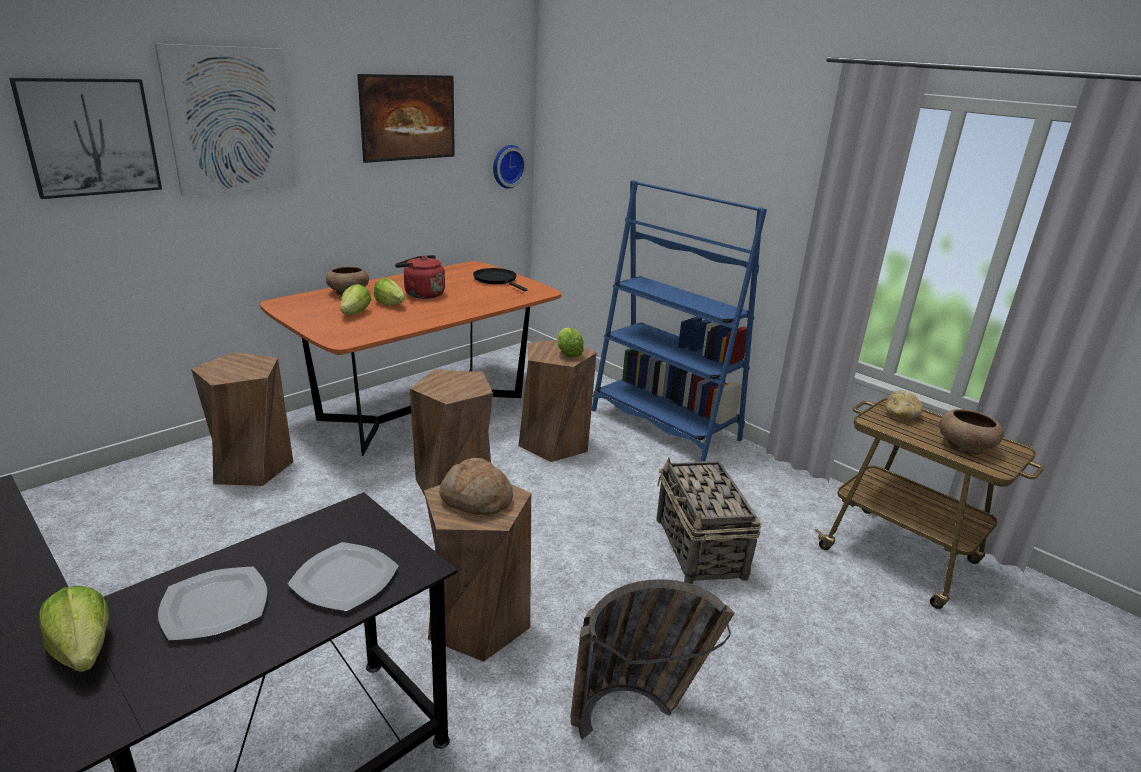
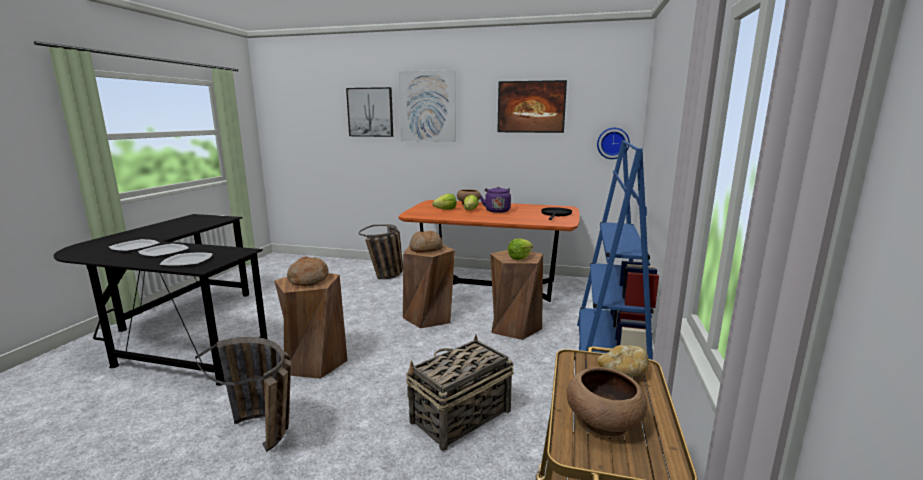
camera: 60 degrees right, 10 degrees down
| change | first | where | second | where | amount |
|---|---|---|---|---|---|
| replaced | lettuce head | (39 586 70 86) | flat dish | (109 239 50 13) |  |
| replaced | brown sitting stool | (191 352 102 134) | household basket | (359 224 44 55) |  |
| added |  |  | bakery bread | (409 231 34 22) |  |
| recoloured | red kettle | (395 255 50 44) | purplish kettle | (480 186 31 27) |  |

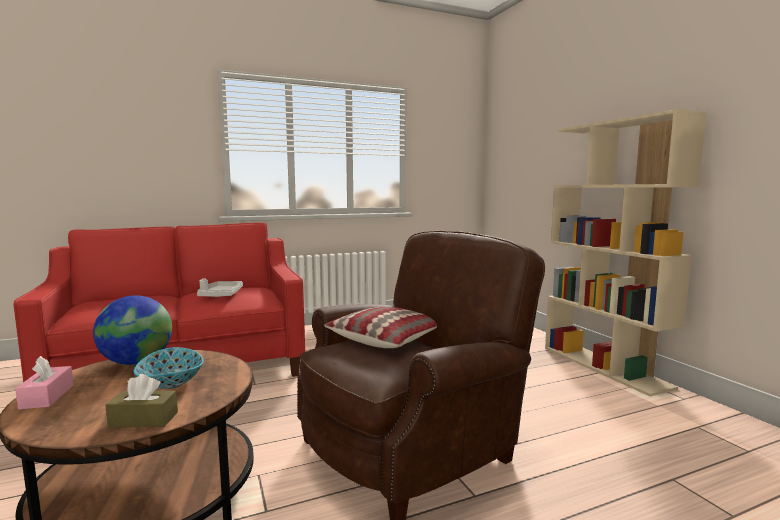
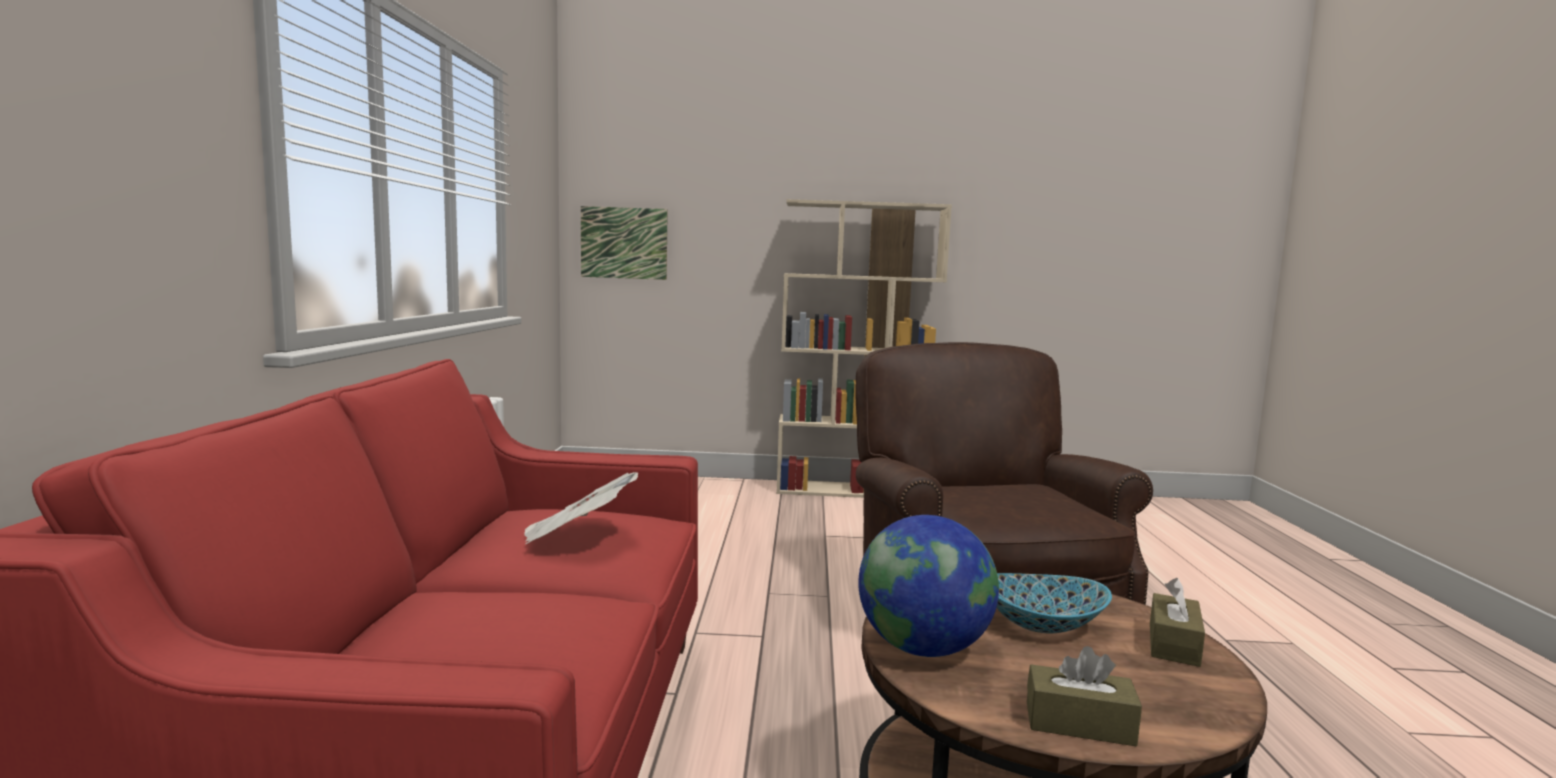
camera: 65 degrees left, 0 degrees up
| change | first | where | second | where | amount |
|---|---|---|---|---|---|
| replaced | gray carrying tray | (197 279 46 18) | printed paper | (525 472 113 72) |  |
| added |  |  | wall art | (581 206 87 74) |  |
| recoloured | pink tissue box | (15 356 59 54) | brown tissue box | (1027 646 115 100) |  |
| removed | cushion | (324 306 113 42) |  |  |  |

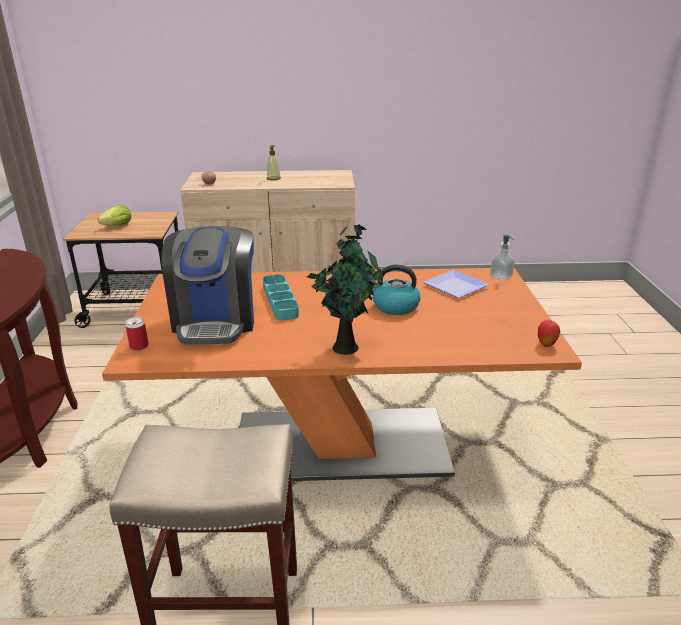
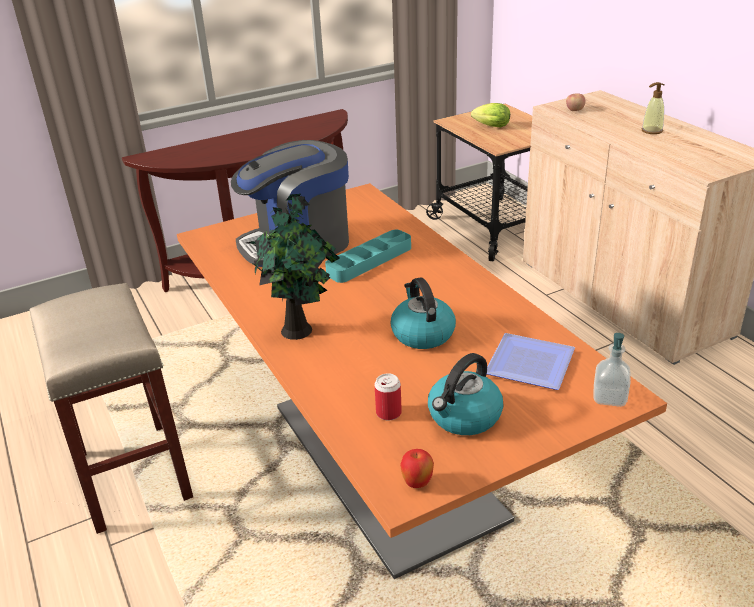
camera: 65 degrees right, 5 degrees up
| change | first | where | second | where | amount |
|---|---|---|---|---|---|
| moved | sealed can | (125 317 24 34) |  | (374 373 28 48) |  |
| added |  |  | kettle | (428 353 75 82) |  |

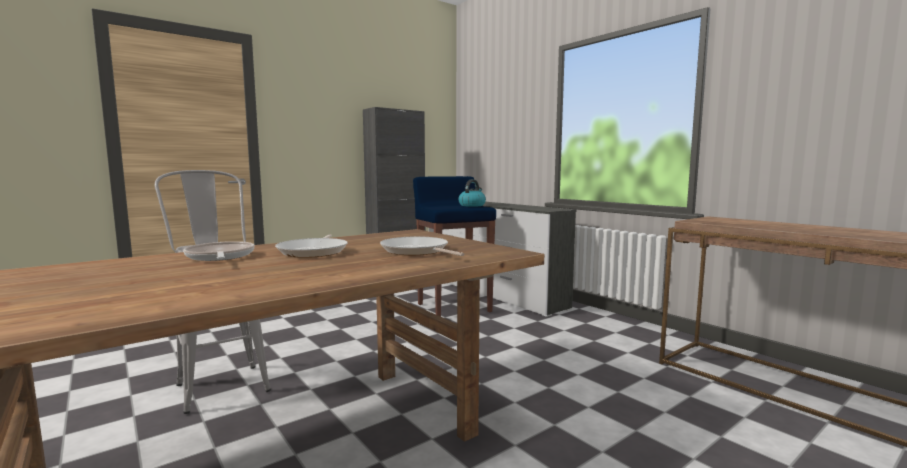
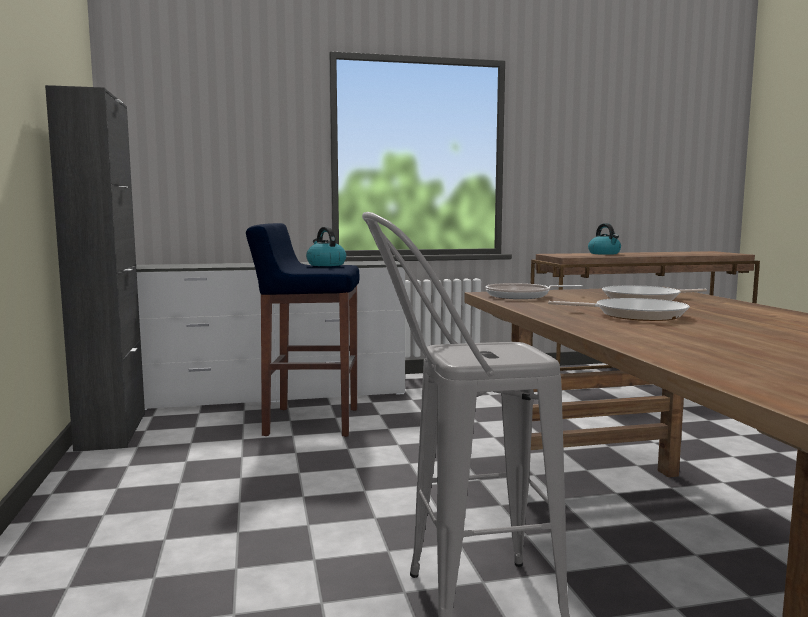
camera: 65 degrees left, 0 degrees up
| change | first | where | second | where | amount |
|---|---|---|---|---|---|
| moved | skillet | (183 241 72 20) |  | (485 283 98 16) |  |
| added |  |  | kettle | (588 223 33 32) |  |

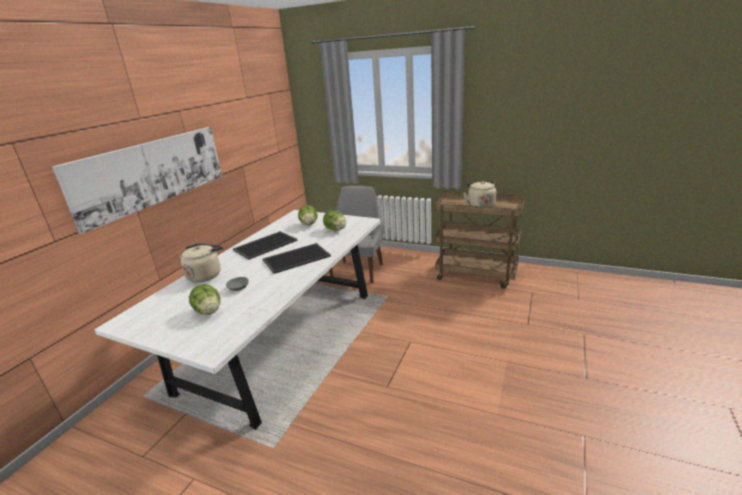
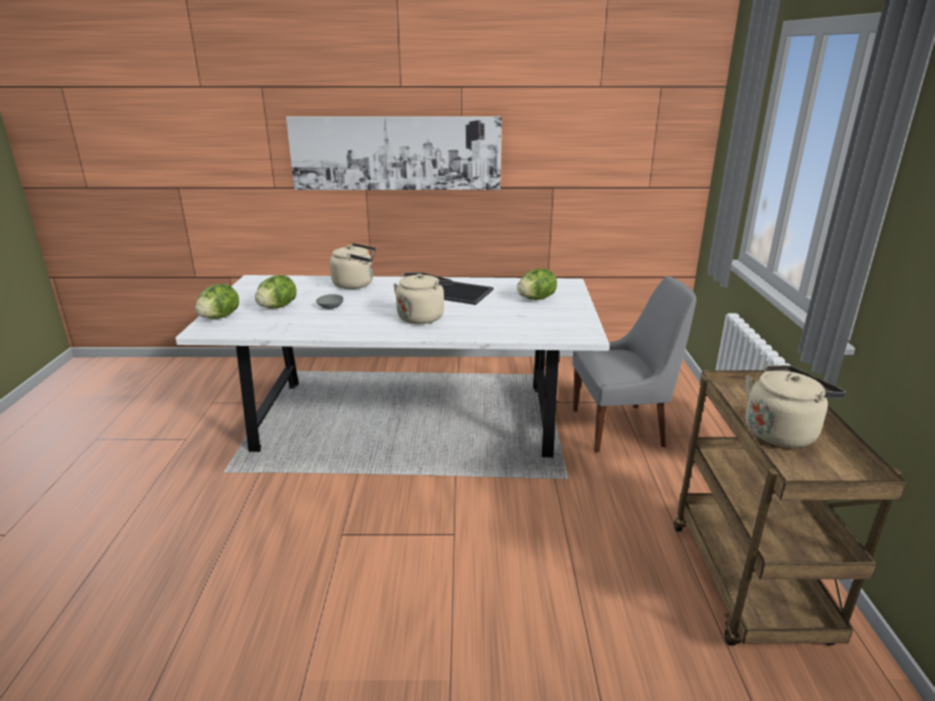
camera: 65 degrees right, 0 degrees up
| change | first | where | second | where | amount |
|---|---|---|---|---|---|
| moved | lettuce head | (323 210 23 21) |  | (195 284 44 35) |  |
| replaced | carrying tray | (263 243 68 31) | beige kettle | (393 272 60 52) |  |

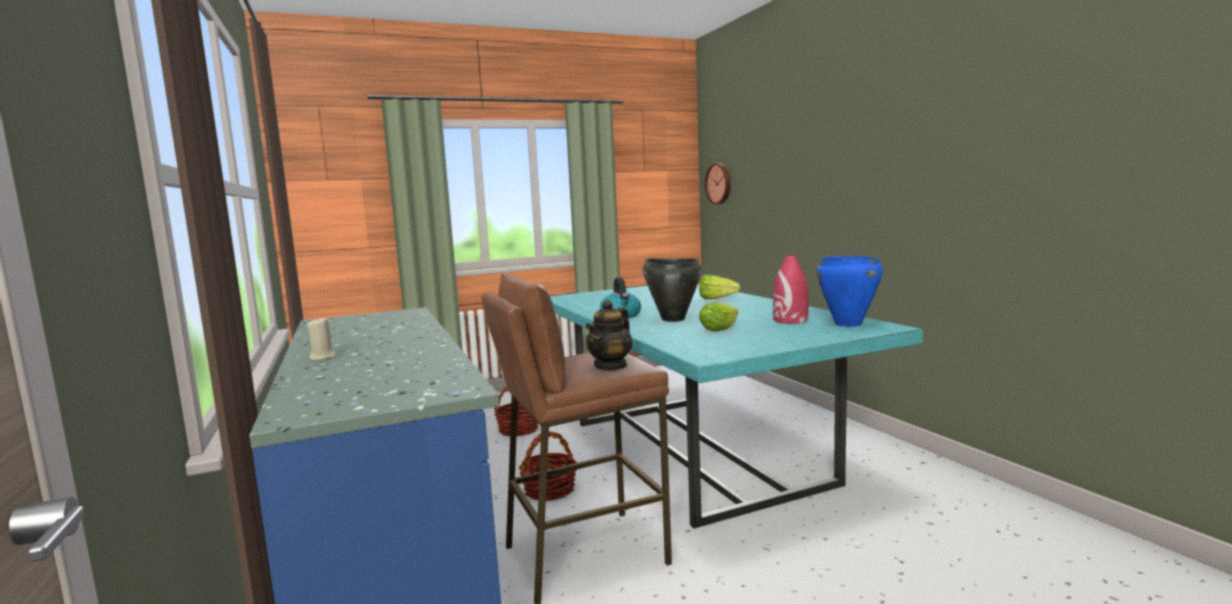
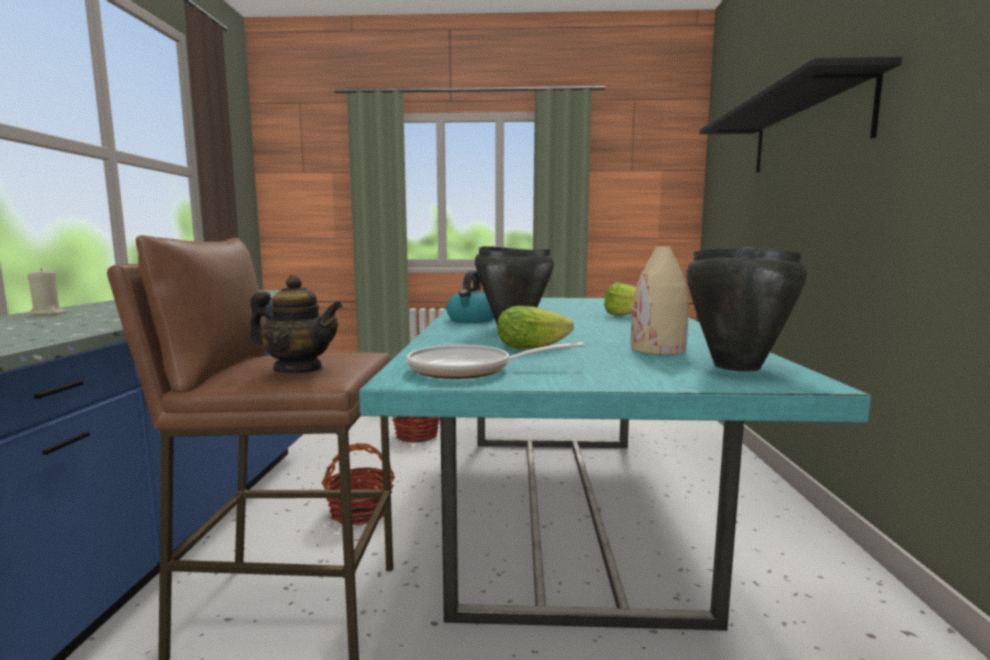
camera: 25 degrees right, 0 degrees up
| change | first | where | second | where | amount |
|---|---|---|---|---|---|
| turned | pot for tea | (585 300 48 70) |  | (250 275 93 98) | 135 degrees counterclockwise |
| added |  |  | skillet | (407 342 177 37) |  |
| recoloured | red flower vase | (773 255 36 69) | beige flower vase | (631 246 57 109) |  |
| recoloured | bluish saucepot | (816 256 67 71) | black-coloured saucepot | (686 247 121 125) |  |
| added |  |  | black-coloured shelf | (699 57 203 116) |  |
| removed | wall clock | (705 163 26 41) |  |  |  |

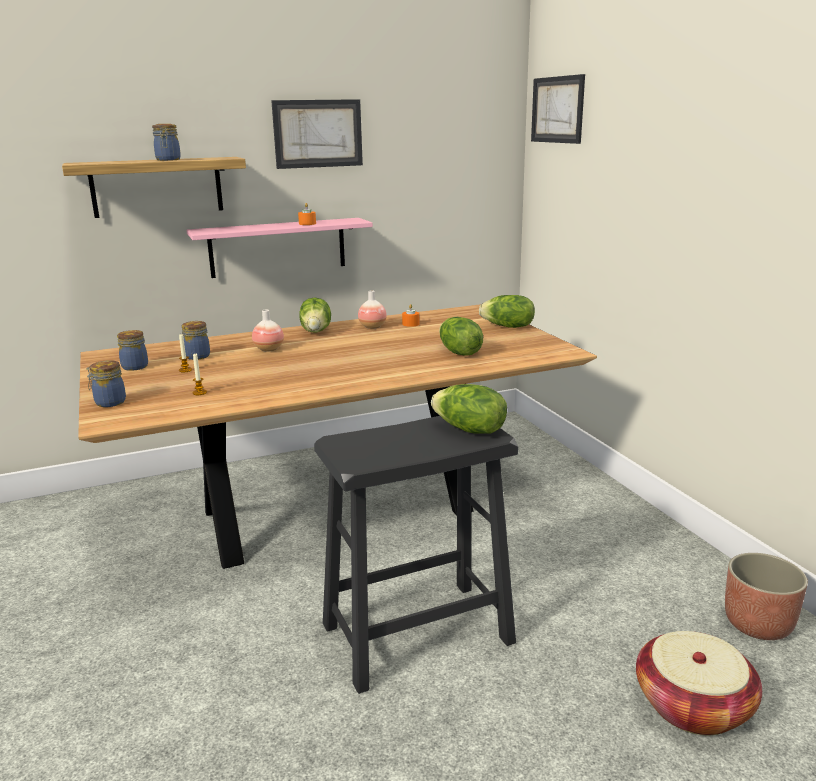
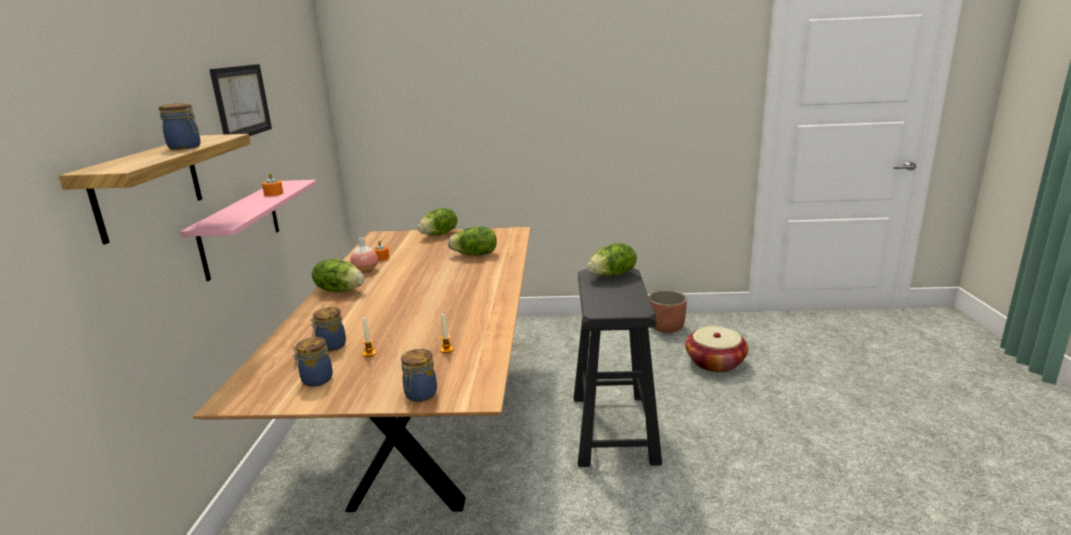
camera: 65 degrees left, 0 degrees up
| change | first | where | second | where | amount |
|---|---|---|---|---|---|
| removed | flower vase | (252 310 32 42) |  |  |  |
| removed | wall art | (531 74 54 70) |  |  |  |

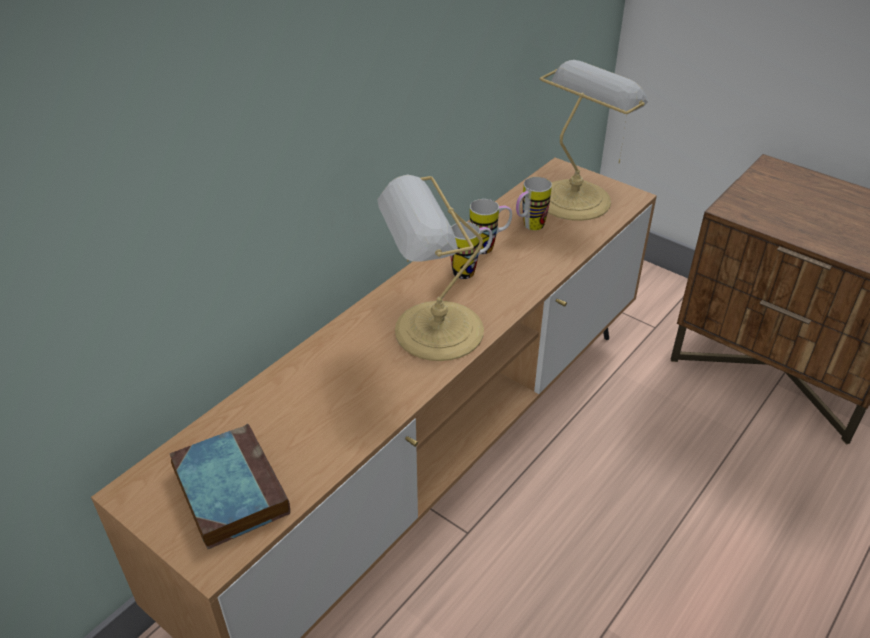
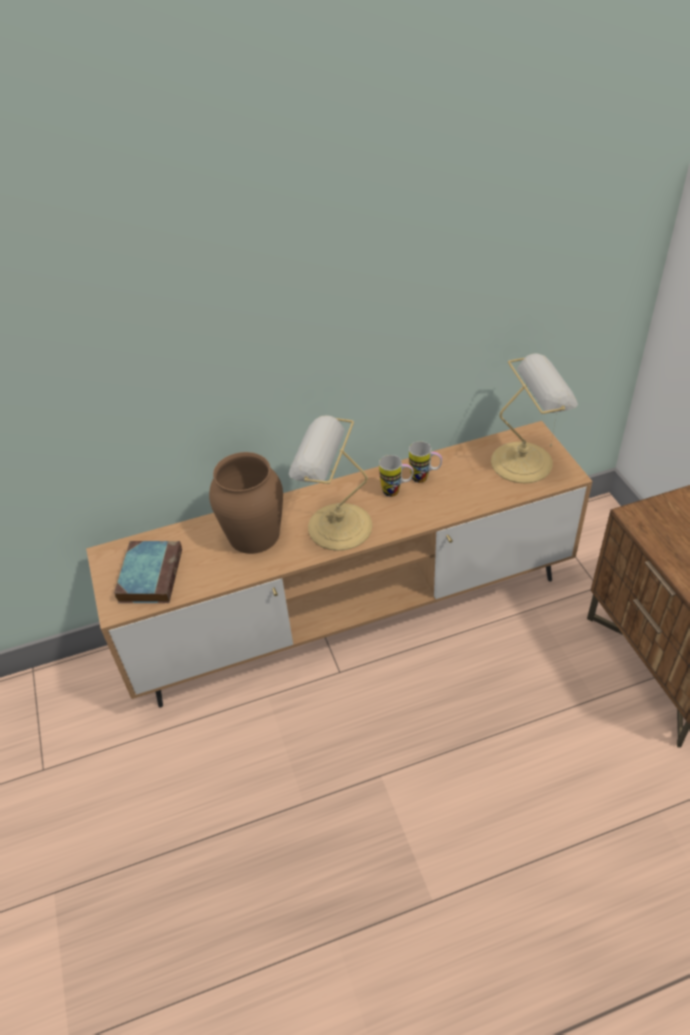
camera: 35 degrees right, 5 degrees up
| change | first | where | second | where | amount |
|---|---|---|---|---|---|
| added |  |  | brown flower vase | (209 452 74 102) |  |
| removed | tea mug | (516 177 36 54) |  |  |  |

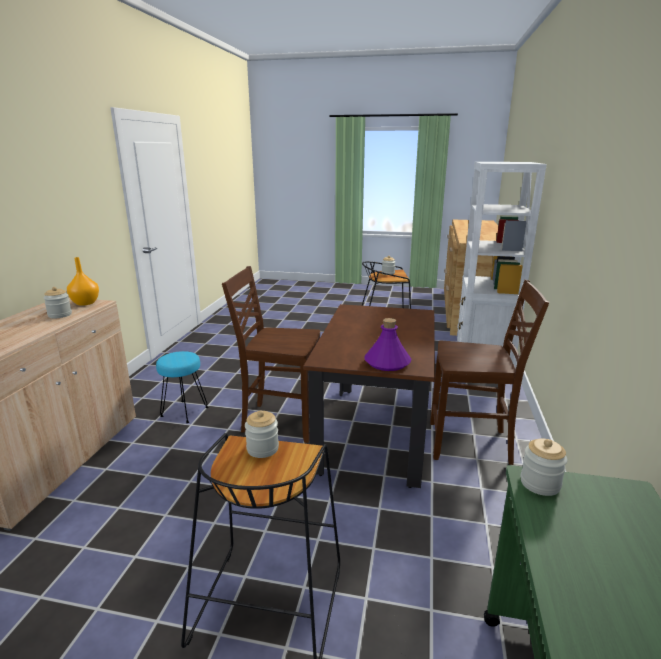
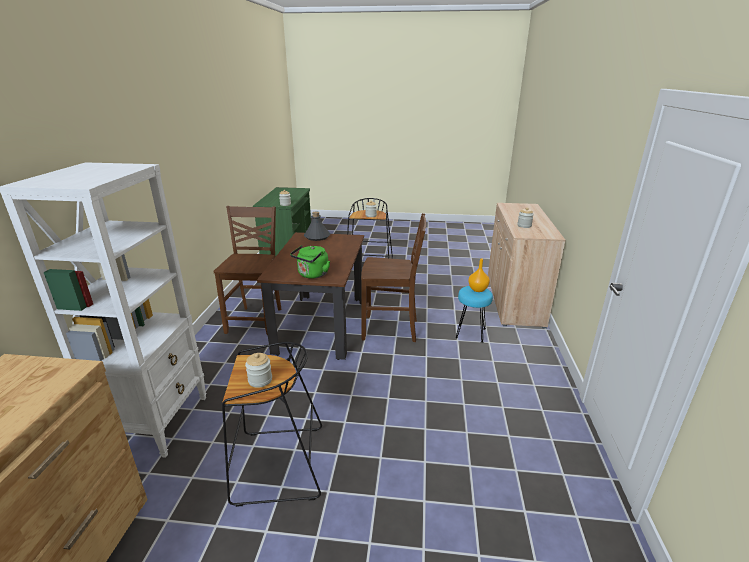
camera: 175 degrees right, 5 degrees up
| change | first | where | second | where | amount |
|---|---|---|---|---|---|
| turned | brown upright chair | (430 280 119 185) |  | (213 206 68 129) | 90 degrees clockwise |
| added |  |  | green-coloured kettle | (290 245 40 34) |  |
| recoloured | purplish drink bottle | (364 318 47 53) | gray drink bottle | (304 211 26 30) |  |
| moved | orangey flower vase | (67 257 32 49) |  | (468 259 22 33) |  |

